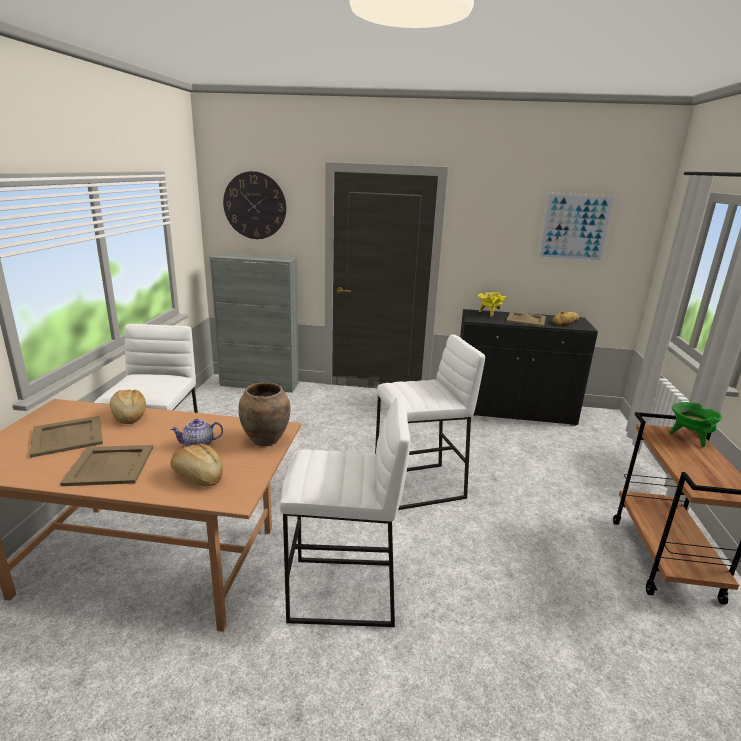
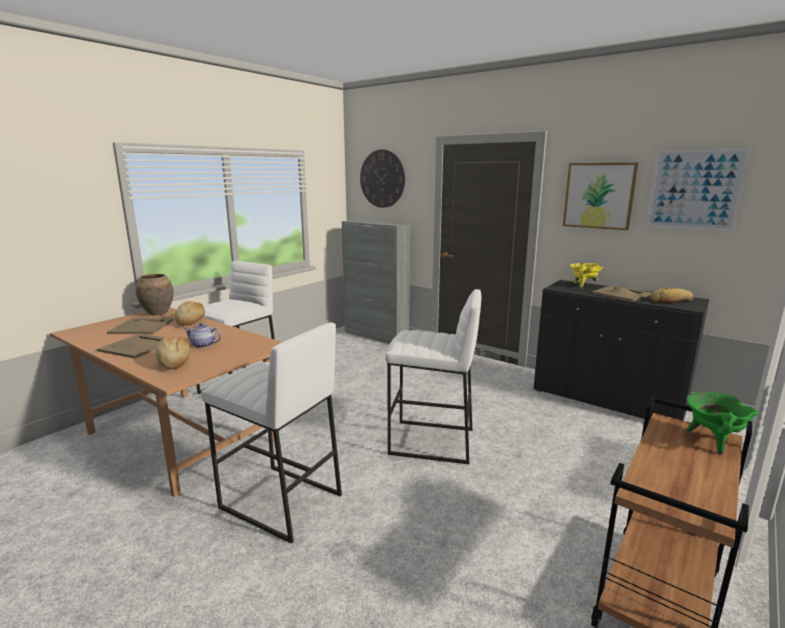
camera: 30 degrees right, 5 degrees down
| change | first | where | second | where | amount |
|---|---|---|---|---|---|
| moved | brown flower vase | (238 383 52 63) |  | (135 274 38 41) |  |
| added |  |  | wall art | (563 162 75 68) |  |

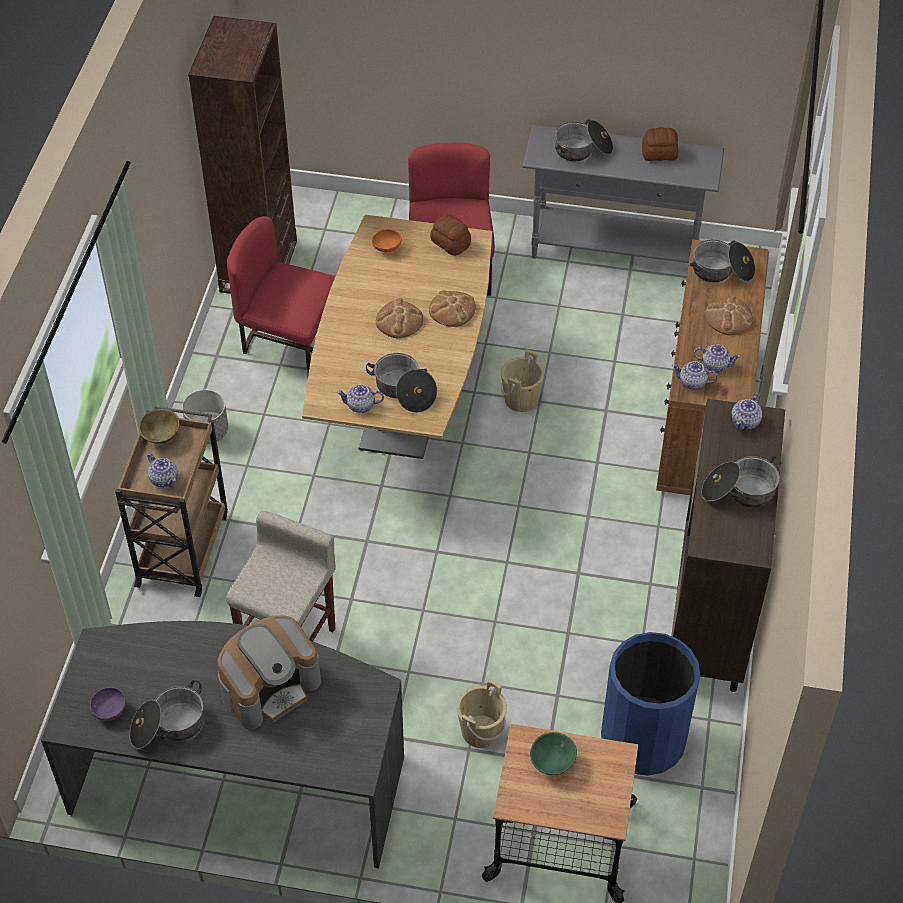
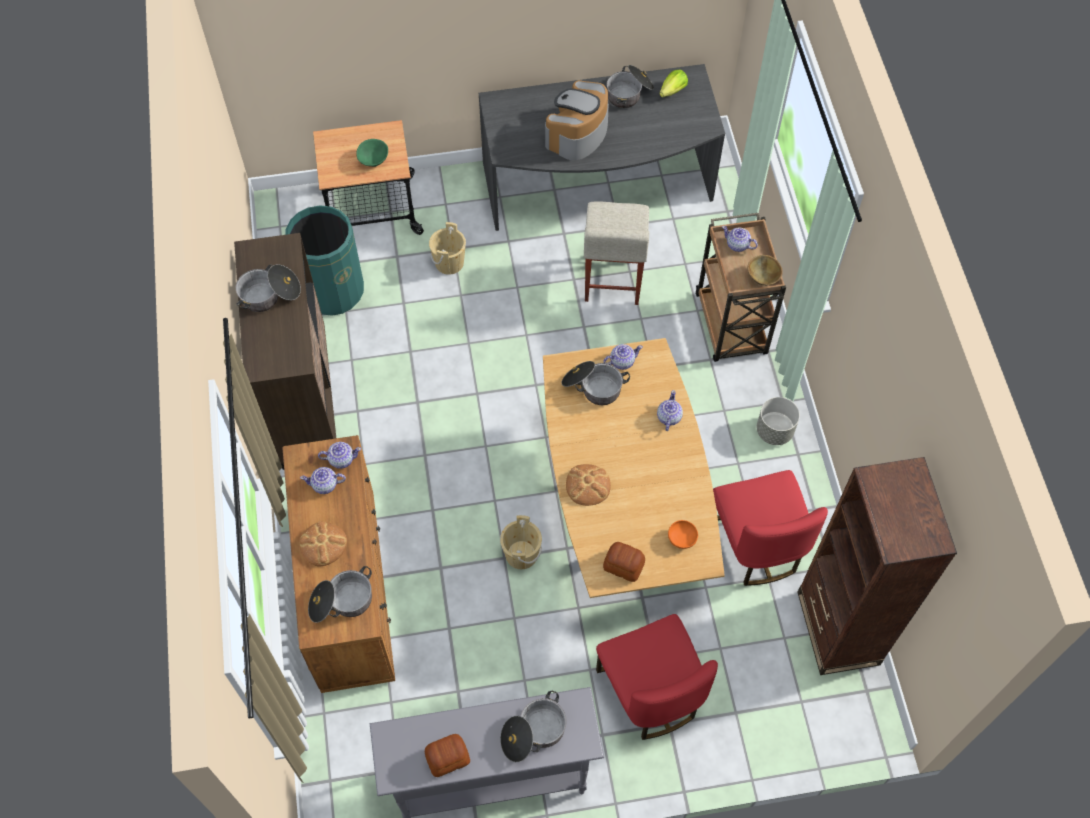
camera: 160 degrees right, 10 degrees up
| change | first | where | second | where | amount |
|---|---|---|---|---|---|
| recoloured | bluish trash can | (601 632 99 144) | green-coloured trash can | (285 205 79 110) |  |
| moved | pot for tea | (731 393 31 37) |  | (657 390 26 41) |  |
| replaced | purplish serving bowl | (90 687 36 34) | lettuce head | (660 70 28 27) |  |
| turned | red upright chair | (227 216 108 158) |  | (713 470 115 116) | 75 degrees clockwise |
| removed | bakery bread | (376 298 48 40) |  |  |  |

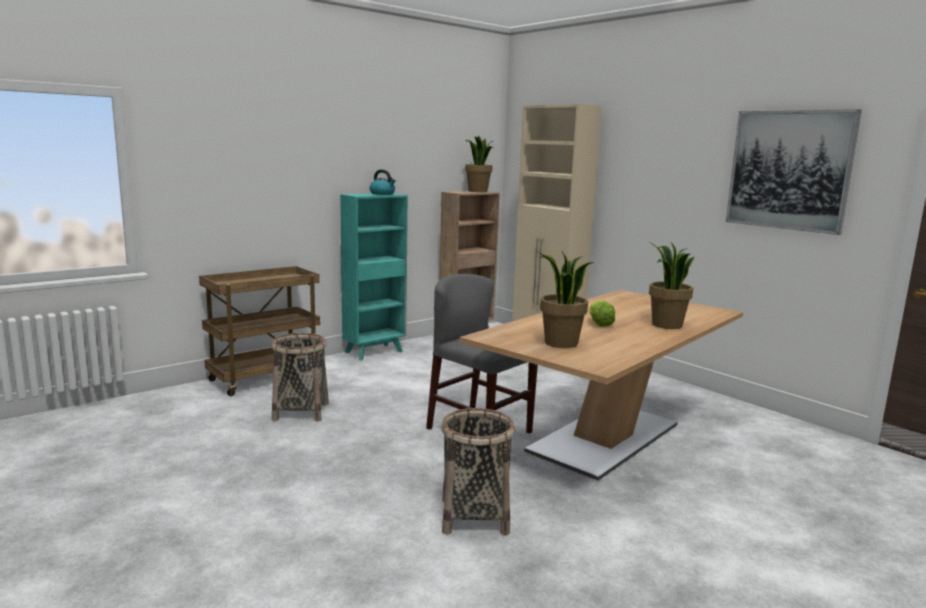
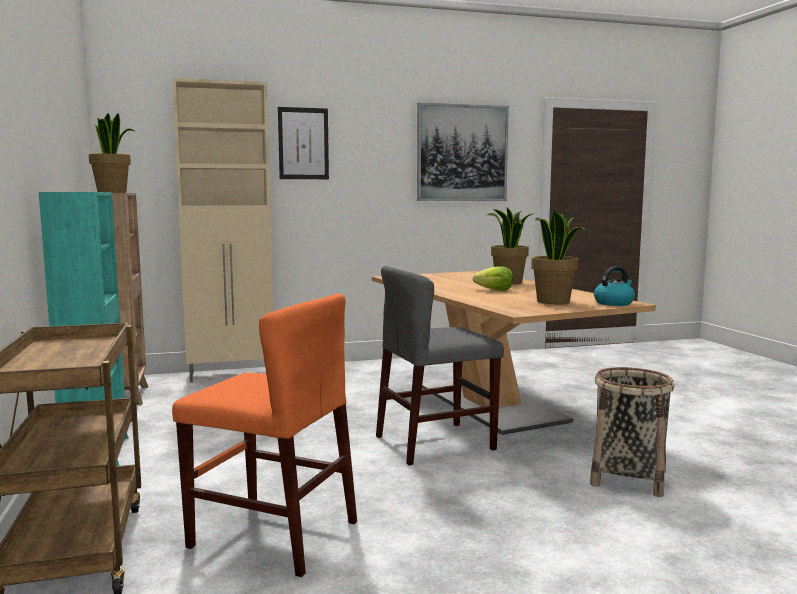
camera: 65 degrees left, 5 degrees down
| change | first | where | second | where | amount |
|---|---|---|---|---|---|
| replaced | household basket | (271 333 58 89) | orangey upright chair | (172 293 185 284) |  |
| added |  |  | wall art | (278 107 51 72) |  |
| moved | kettle | (369 169 27 26) |  | (594 266 41 40) |  |

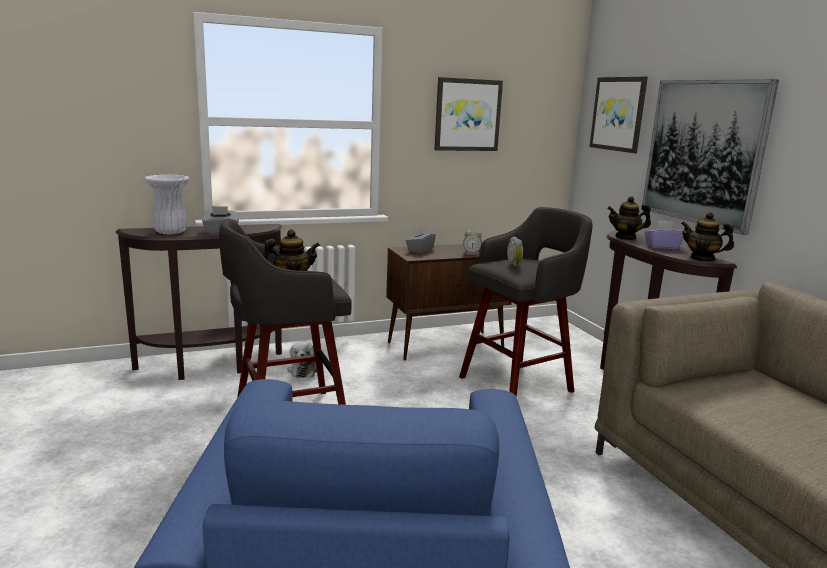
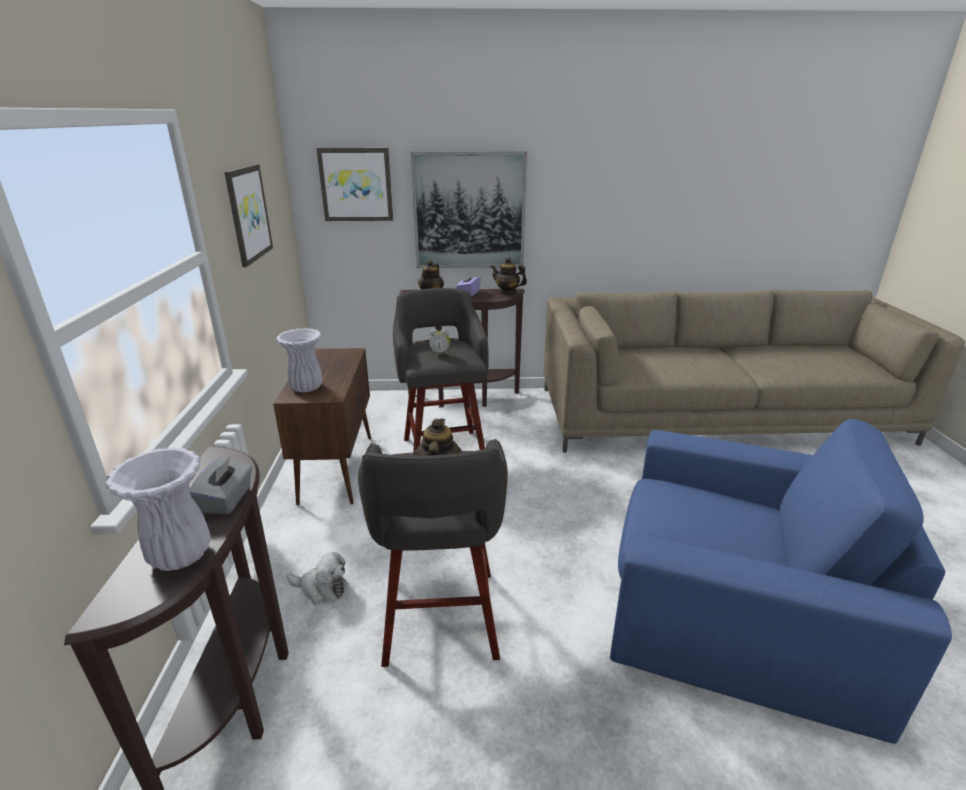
camera: 70 degrees left, 10 degrees up
| change | first | where | second | where | amount |
|---|---|---|---|---|---|
| replaced | gray tissue box | (406 227 30 27) | white flower vase | (276 328 47 64) |  |
| turned | pot for tea | (681 212 53 50) |  | (491 257 36 38) | 60 degrees clockwise |
| removed | bedside clock | (463 231 19 24) |  |  |  |

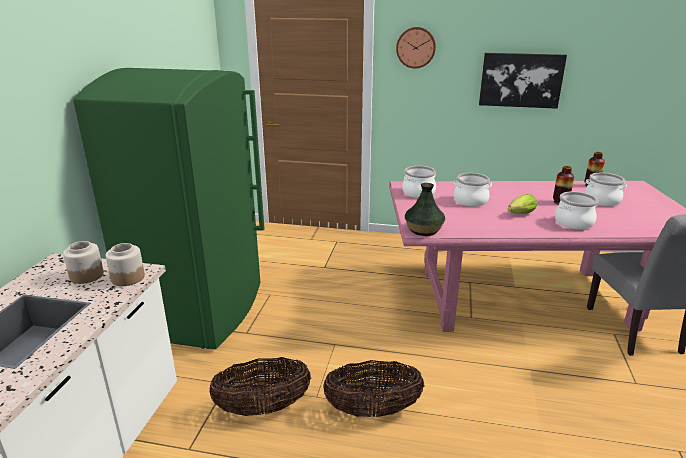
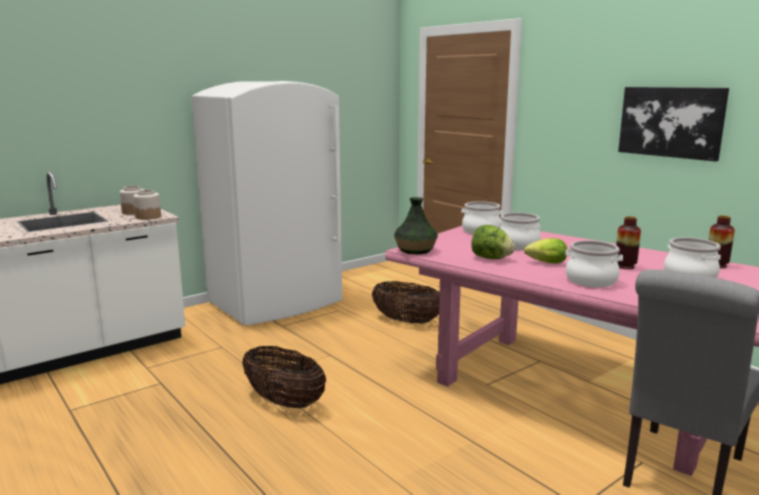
camera: 40 degrees right, 10 degrees down
| change | first | where | second | where | amount |
|---|---|---|---|---|---|
| recoloured | green-coloured kitchen fridge | (73 68 192 281) | white kitchen fridge | (192 81 150 245) |  |
| moved | household basket | (209 357 102 59) |  | (372 281 68 43) |  |
| added |  |  | lettuce head | (471 225 44 34) |  |
| removed | wall clock | (396 27 40 41) |  |  |  |

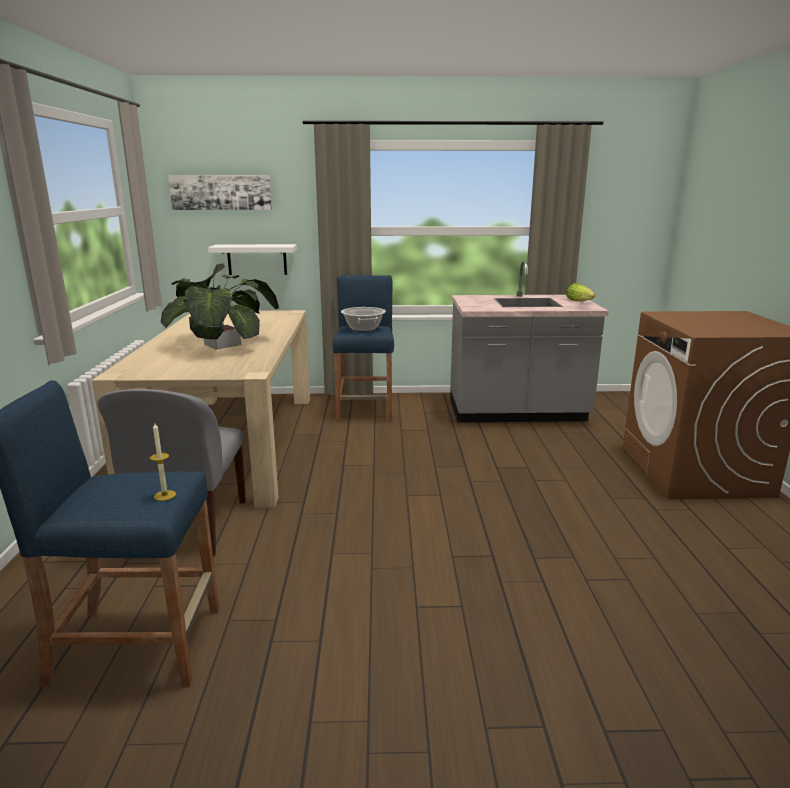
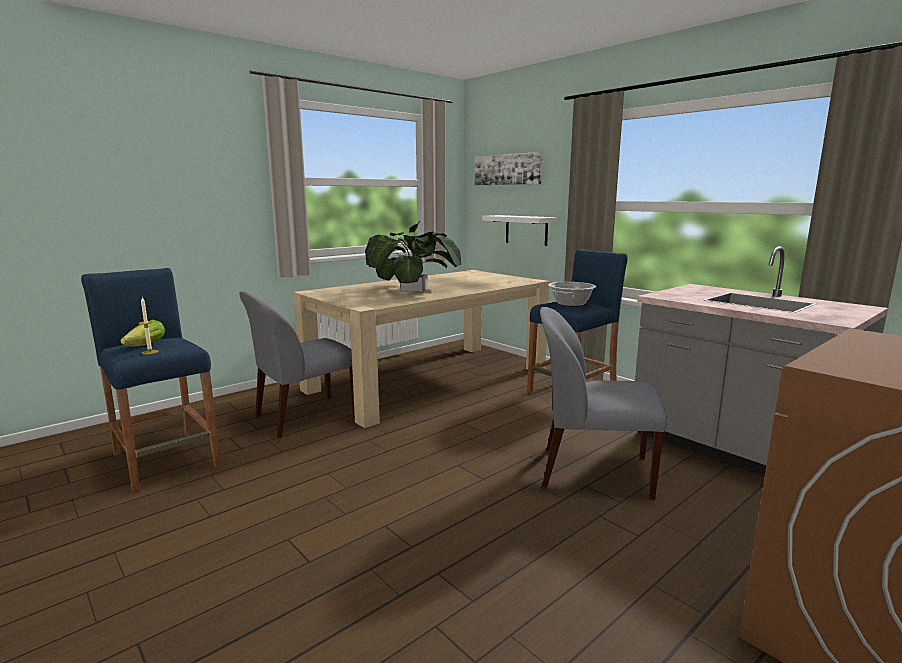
camera: 50 degrees right, 5 degrees down
| change | first | where | second | where | amount |
|---|---|---|---|---|---|
| moved | lettuce head | (566 283 30 18) |  | (121 320 44 27) |  |
| added |  |  | gray upright chair | (540 307 127 193) |  |

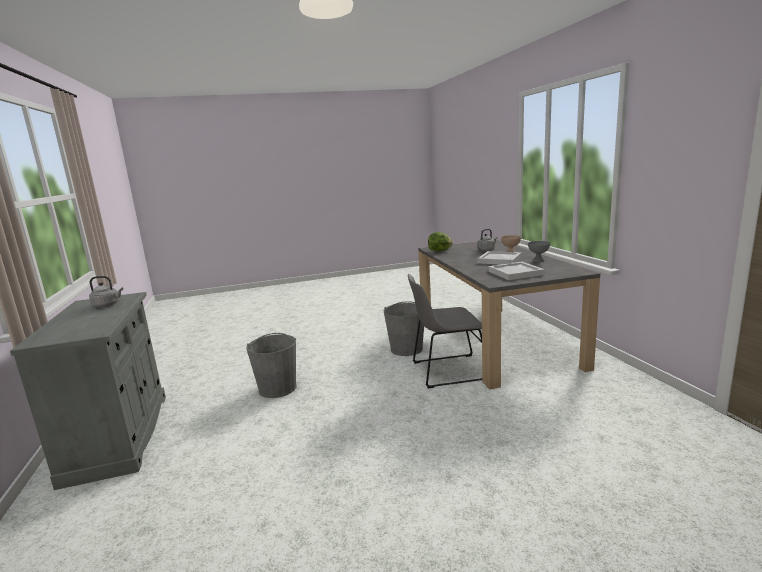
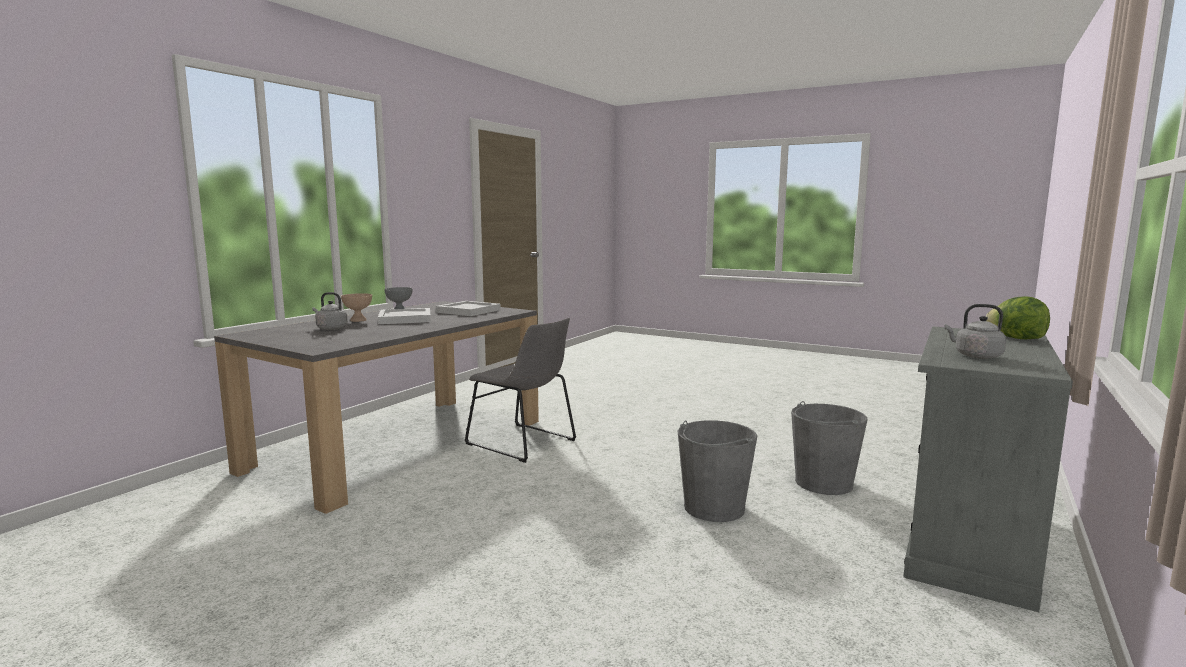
camera: 135 degrees left, 5 degrees down
| change | first | where | second | where | amount |
|---|---|---|---|---|---|
| moved | gray pail | (384 301 40 55) |  | (791 401 76 94) |  |
| moved | lettuce head | (428 232 25 19) |  | (986 296 64 43) |  |

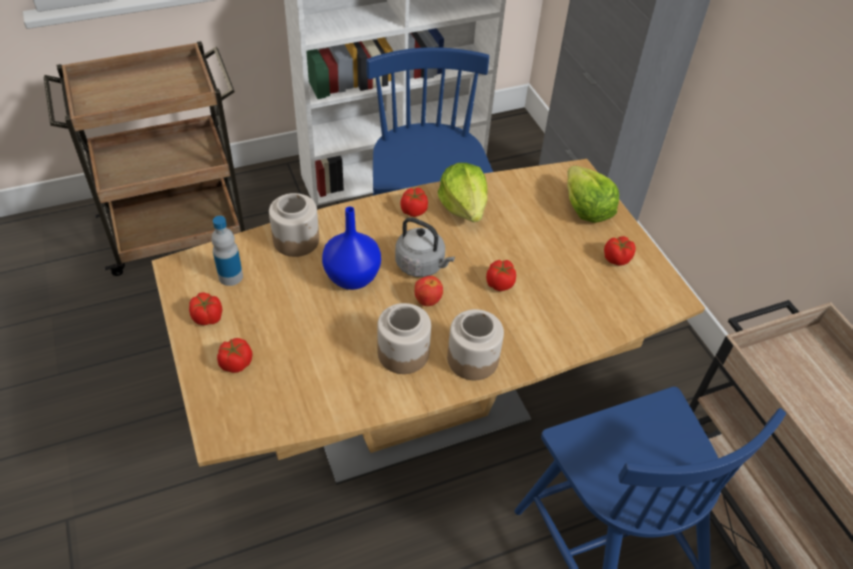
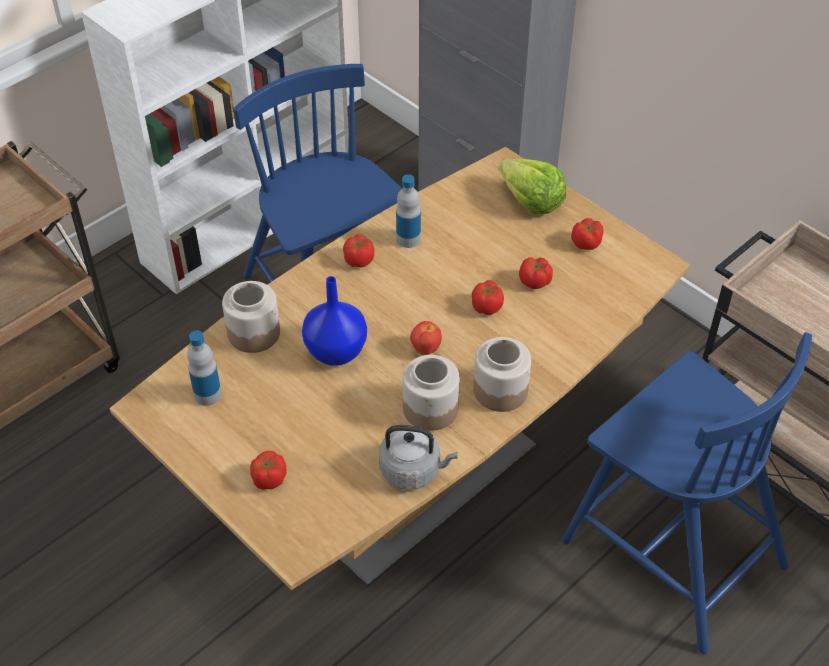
camera: 20 degrees left, 0 degrees up
| change | first | where | second | where | amount |
|---|---|---|---|---|---|
| moved | gray kettle | (395 217 60 60) |  | (379 425 79 65) |  |
| replaced | lettuce head | (438 163 50 59) | drink bottle | (396 175 25 73) |  |
| moved | whole tomato | (189 292 33 33) |  | (519 257 34 32) |  |

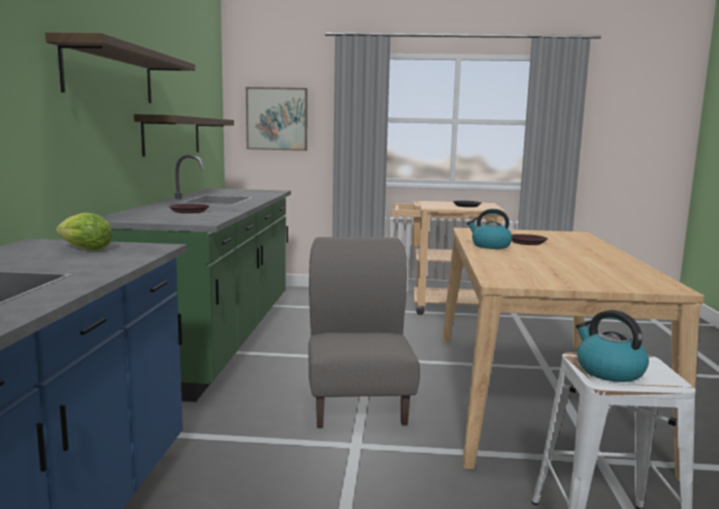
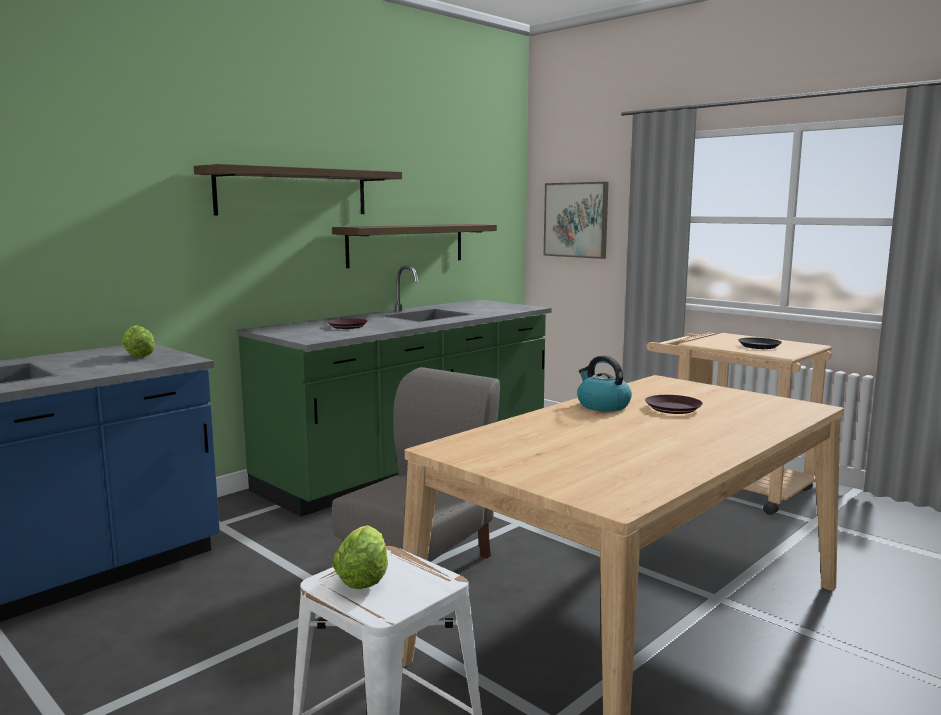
camera: 40 degrees right, 0 degrees up
| change | first | where | second | where | amount |
|---|---|---|---|---|---|
| replaced | kettle | (576 310 73 72) | lettuce head | (332 525 56 64) |  |

